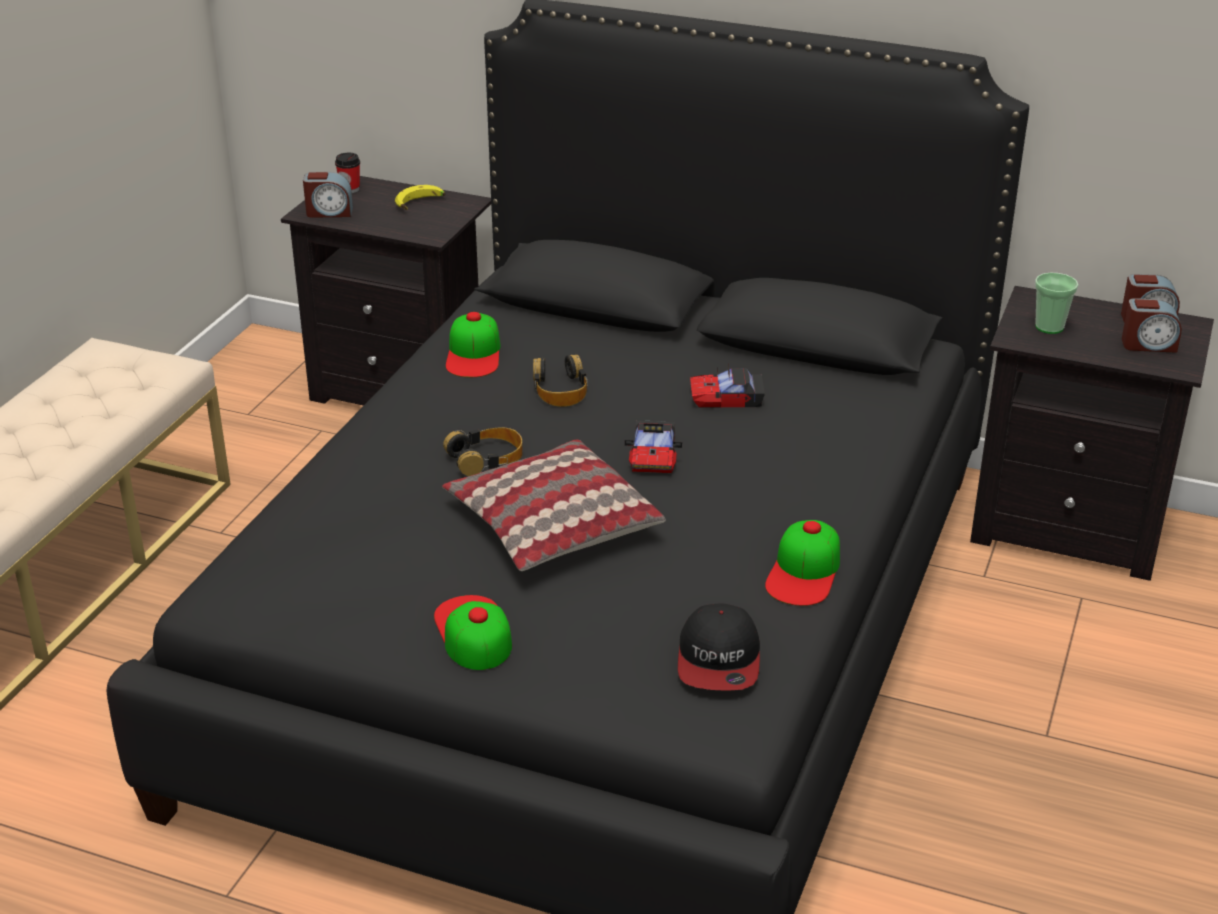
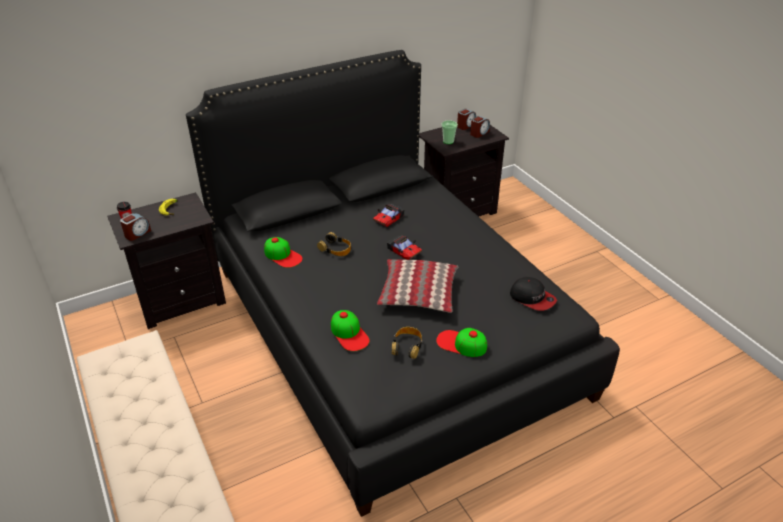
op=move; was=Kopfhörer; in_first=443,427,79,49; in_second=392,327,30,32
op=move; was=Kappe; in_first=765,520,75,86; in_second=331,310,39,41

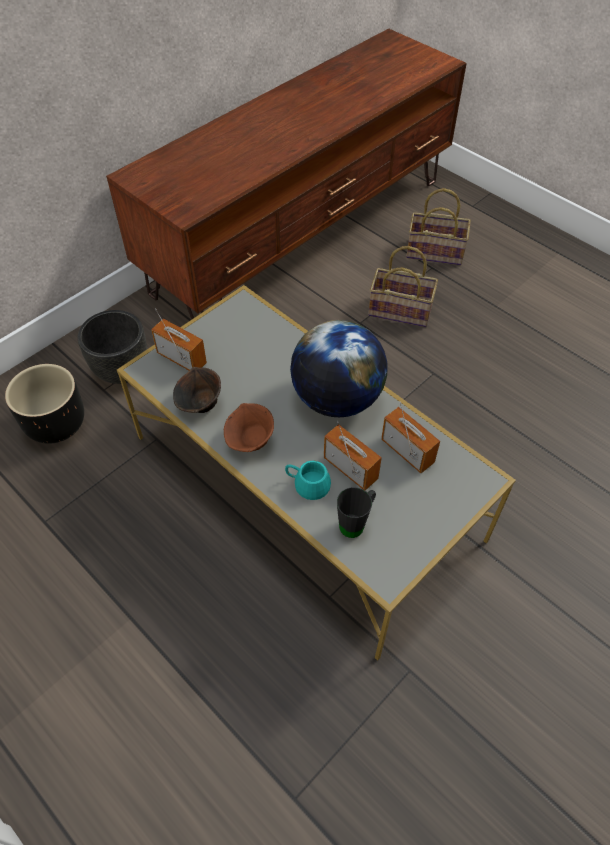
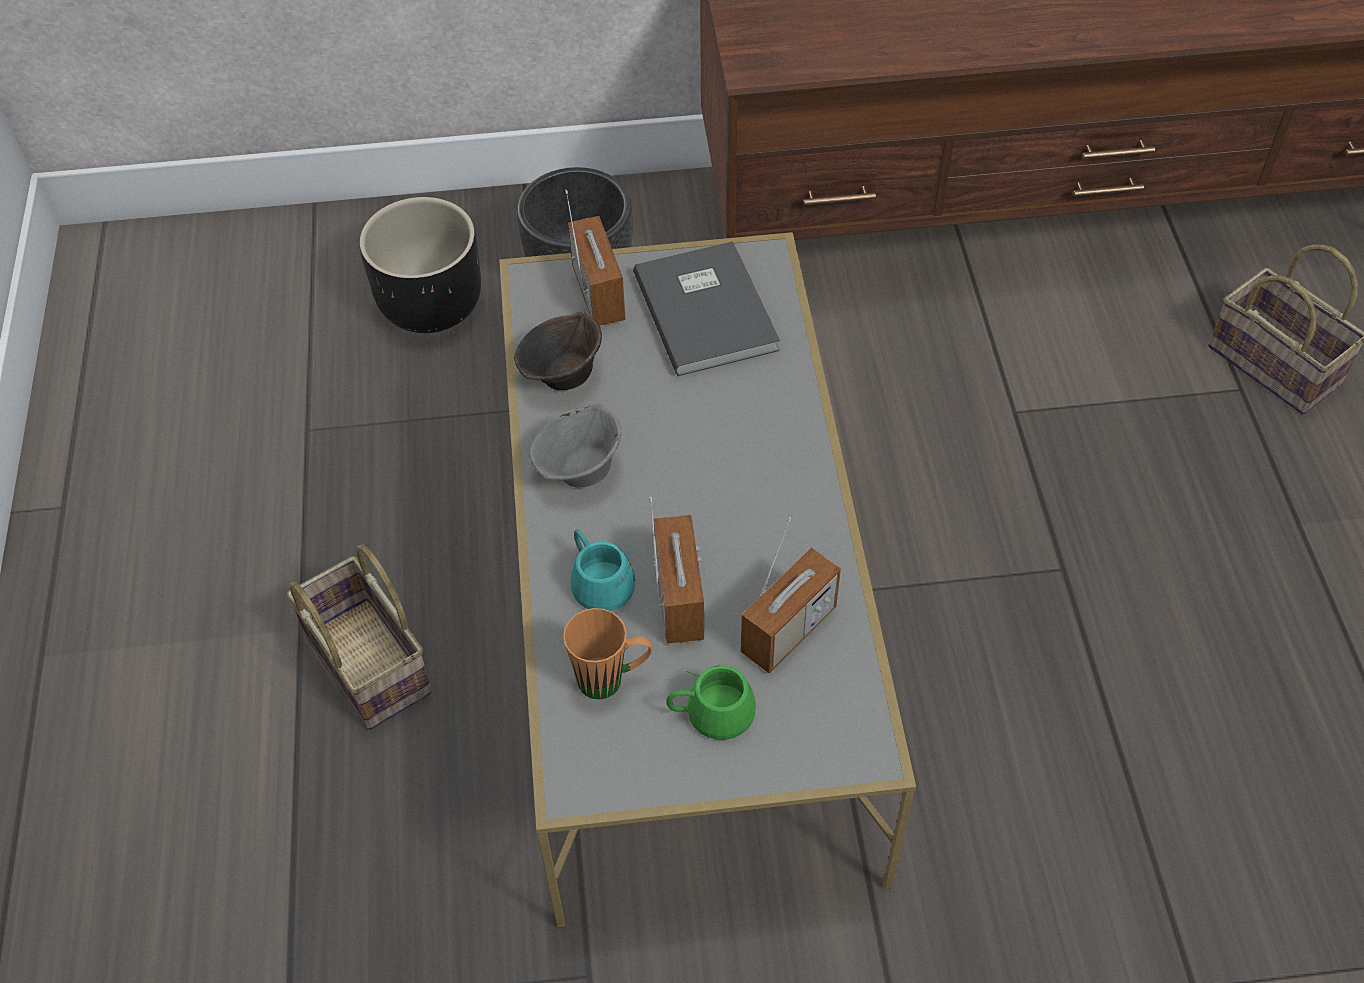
op=delete; was=Globus; in_first=290,320,97,97
op=insert; now=Buch (grau); in_second=633,241,147,136
op=insert; now=Henkelbecher (grün); in_second=666,665,90,75
op=move; was=Korb; in_first=368,246,70,81; in_second=286,545,146,185
op=recolor; was=Schüssel (braun); now=Schüssel (grau); in_first=224,403,50,49; in_second=529,403,93,84
op=recolor; was=Henkelbecher (schwarz); now=Henkelbecher (orange); in_first=337,487,39,51; in_second=563,608,90,91
op=rotate; was=Radio; in_first=381,402,59,71; in_second=741,517,100,156; clockwise=45

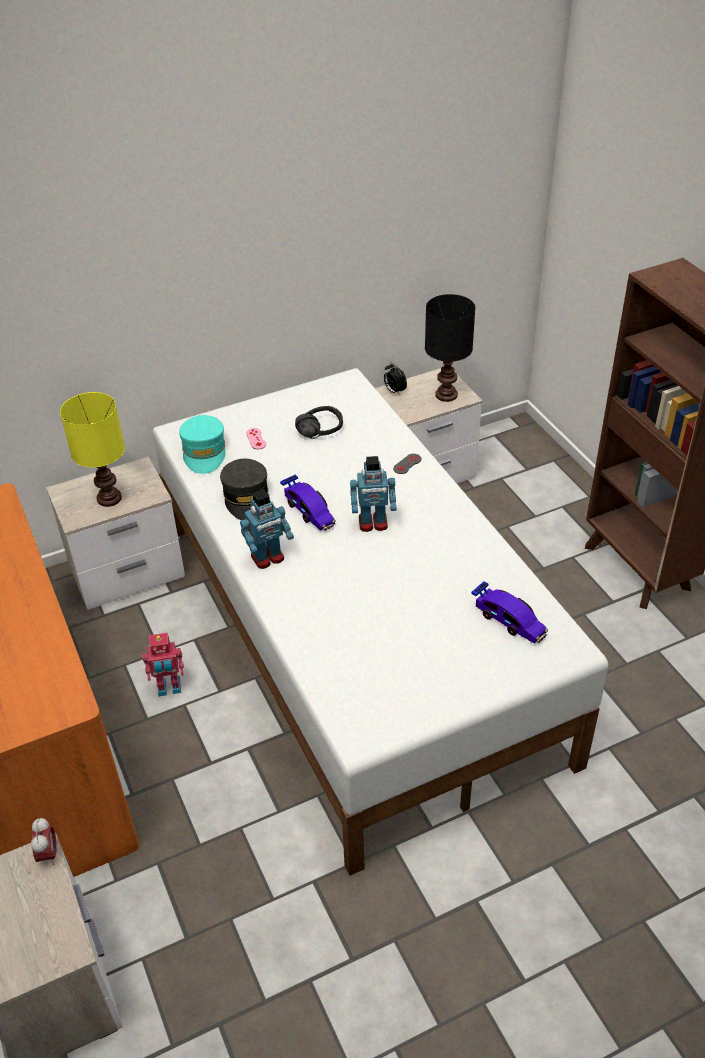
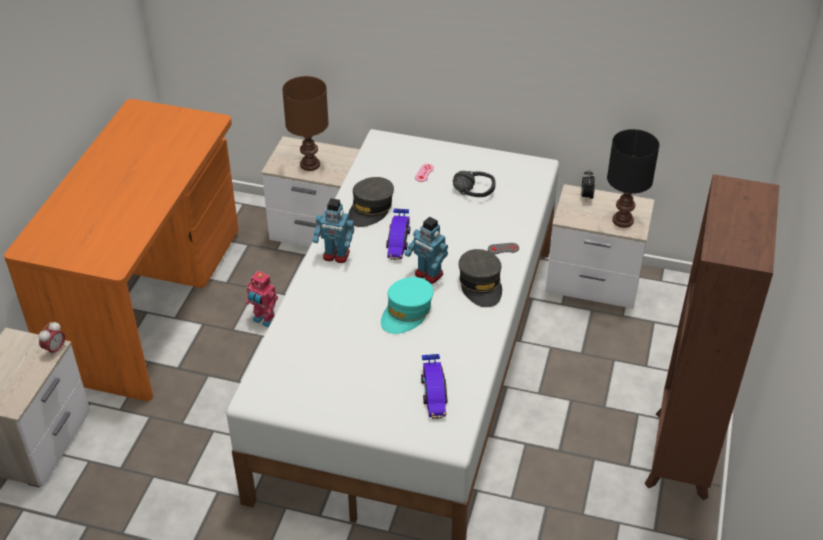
op=insert; now=Kappe (grau); in_second=459,249,43,58
op=move; was=Kappe (türkis); in_first=179,415,47,59; in_second=381,277,52,57
op=recolor; was=Tischlampe (gelb); now=Tischlampe (braun); in_first=60,392,65,115; in_second=282,76,47,95

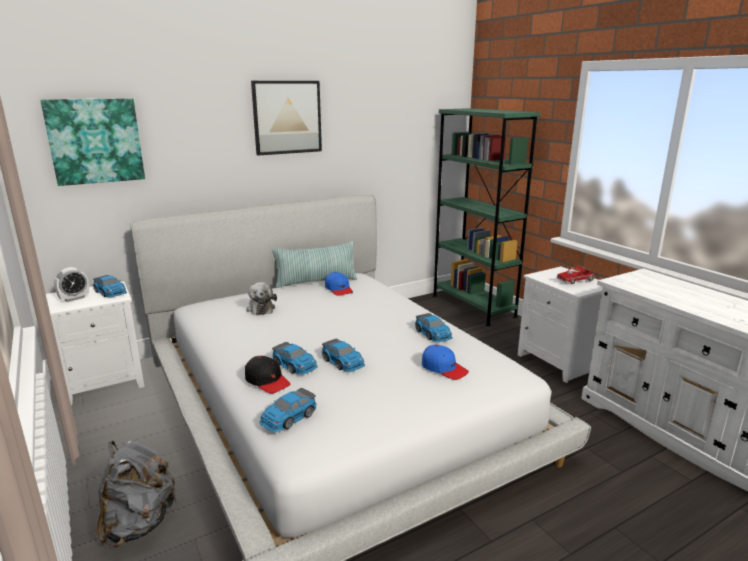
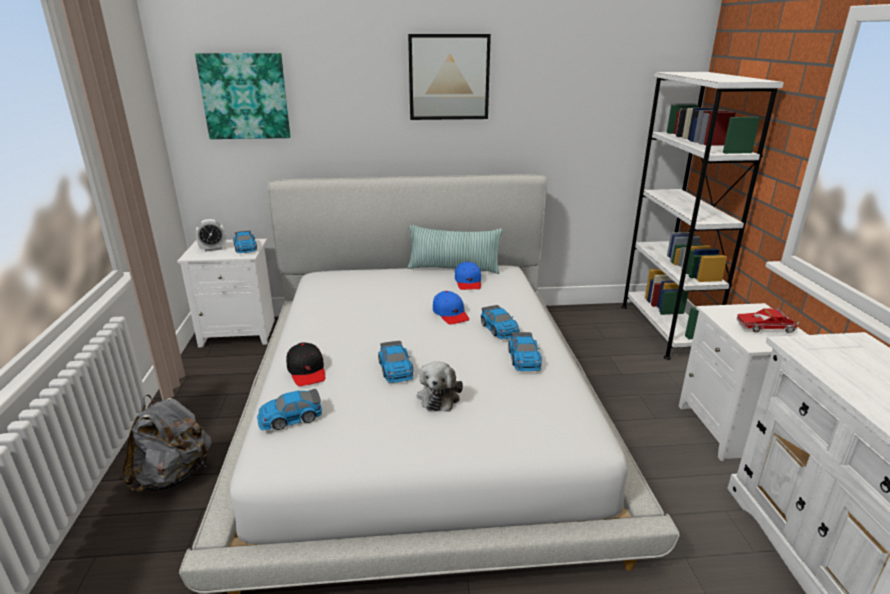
op=move; was=Plüschtier; in_first=246,282,31,33; in_second=417,361,46,51
op=move; was=Spielzeugauto; in_first=272,342,46,33; in_second=481,305,39,34
op=move; was=Kappe (blau); in_first=422,345,47,35; in_second=433,291,36,34
op=recolor; was=Bücherregal (grün); now=Bücherregal (weiß); in_first=433,108,108,218; in_second=621,72,163,288

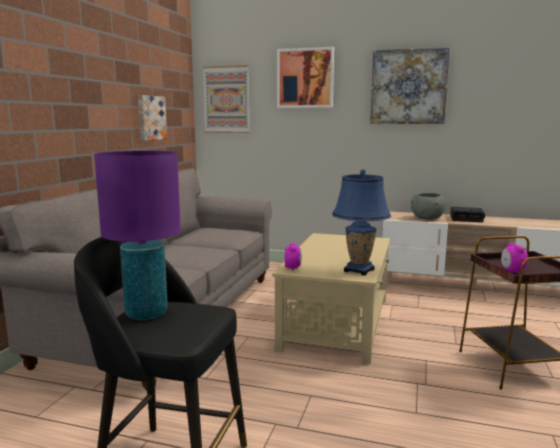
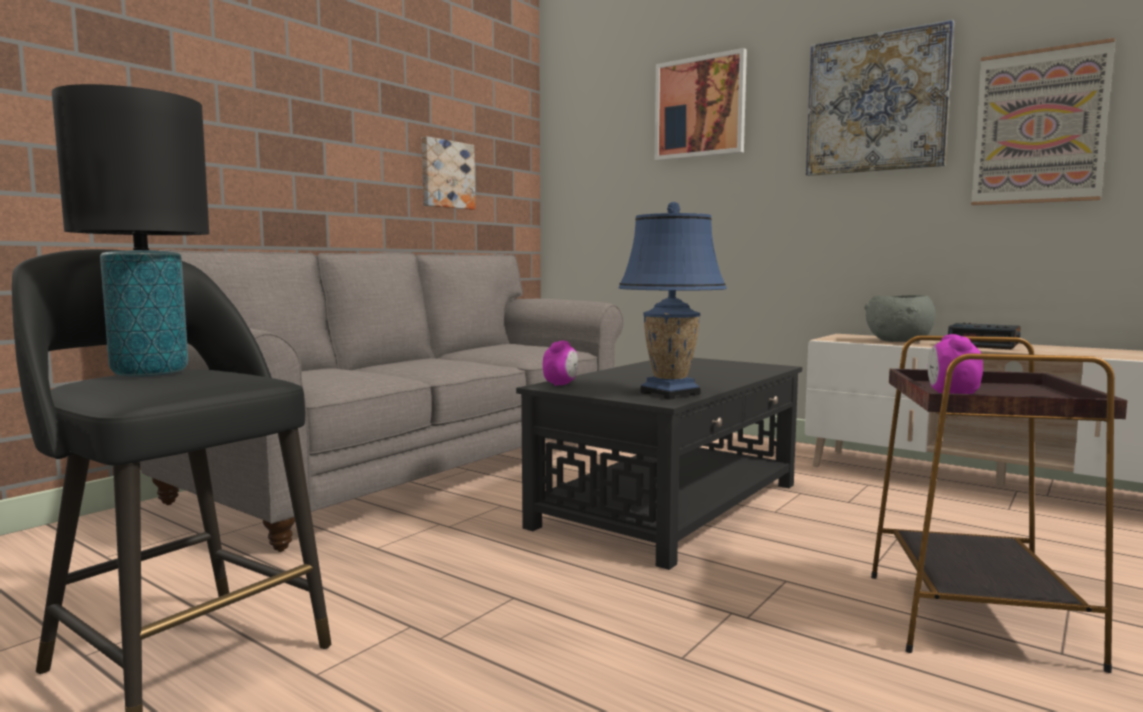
op=move; was=Bild; in_first=203,65,47,68; in_second=971,38,144,167
op=recolor; was=Tischlampe (lila); now=Tischlampe (schwarz); in_first=94,150,87,170; in_second=51,84,158,293
op=recolor; was=Couchtisch (beige); now=Couchtisch (schwarz); in_first=272,233,118,131; in_second=516,358,286,212

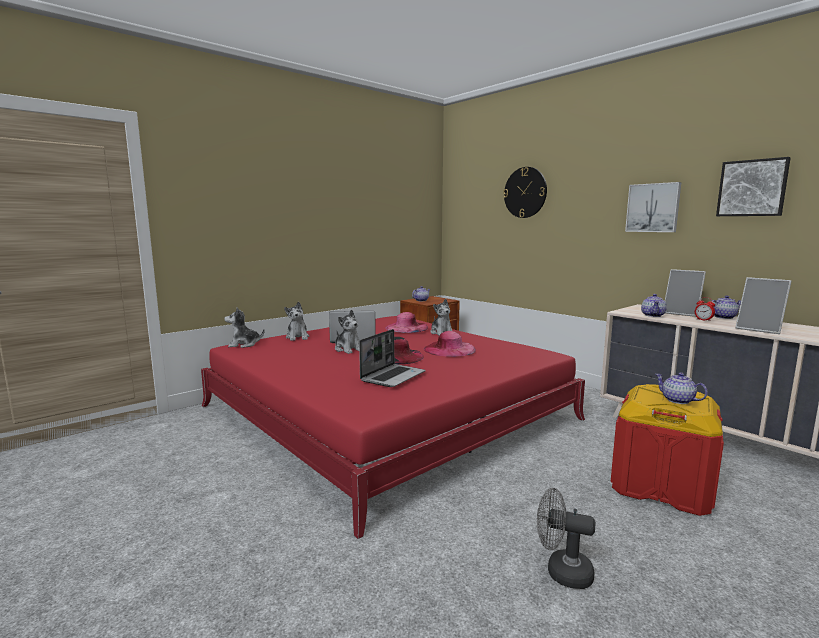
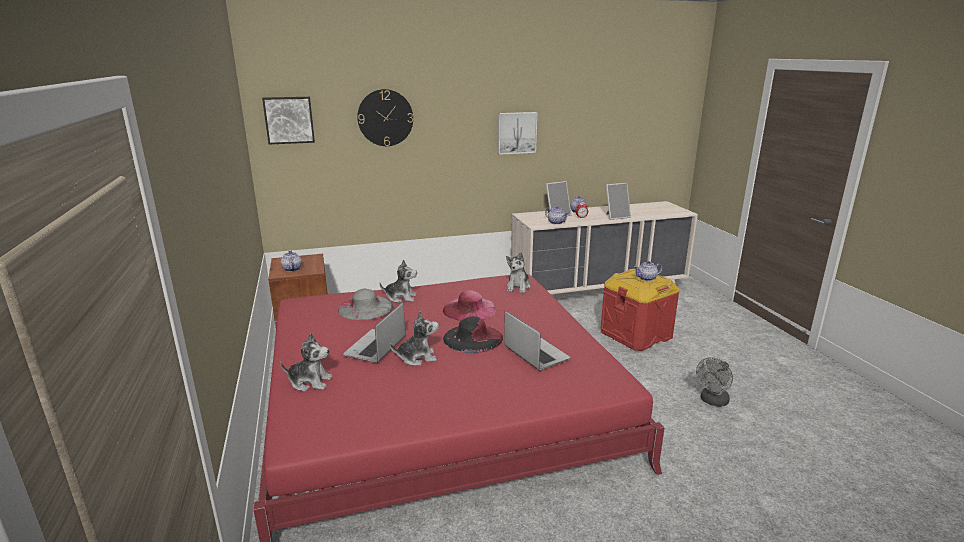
op=move; was=Plüschtier; in_first=224,307,41,41; in_second=506,252,25,41
op=move; was=Bild; in_first=716,157,75,59; in_second=262,97,53,48
op=recolor; was=Hut (rosa); now=Hut (grau); in_first=385,312,43,21; in_second=338,289,55,31

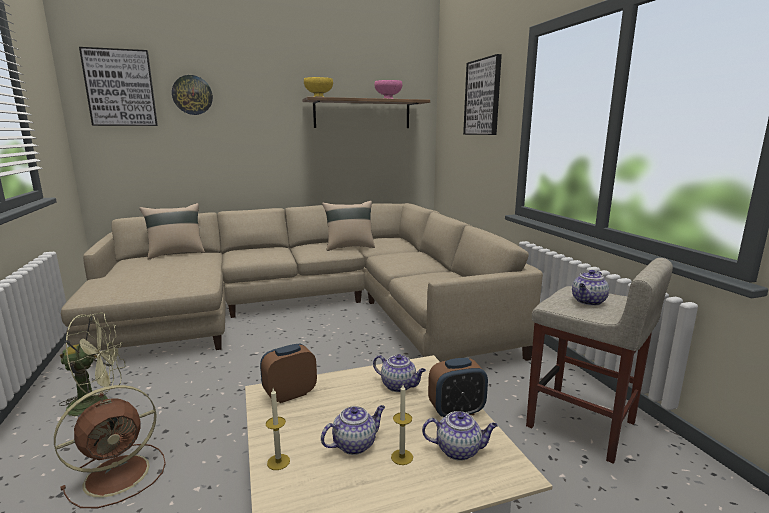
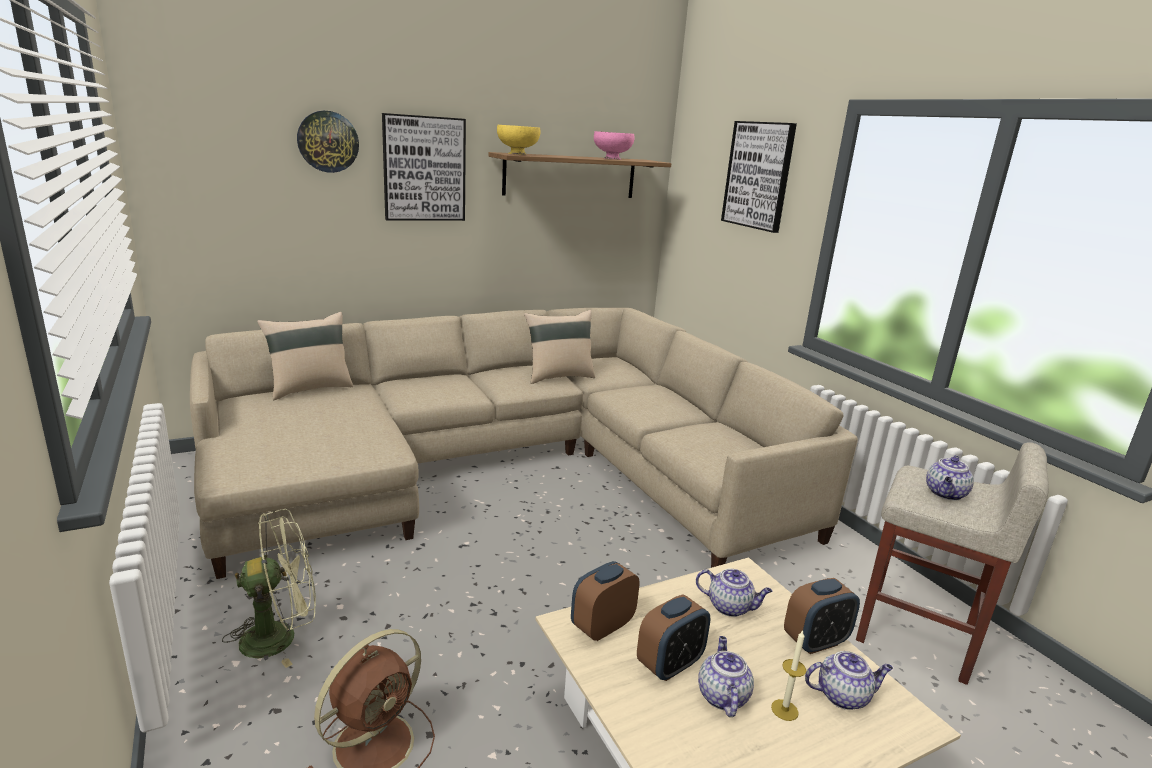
op=delete; was=Kerze; in_first=266,388,24,82
op=insert; now=Wecker; in_second=637,594,74,87
op=move; was=Bild; in_first=79,47,79,79; in_second=382,113,84,108
op=rotate; was=Teekanne; in_first=321,405,64,50; in_second=698,636,56,81; clockwise=-45

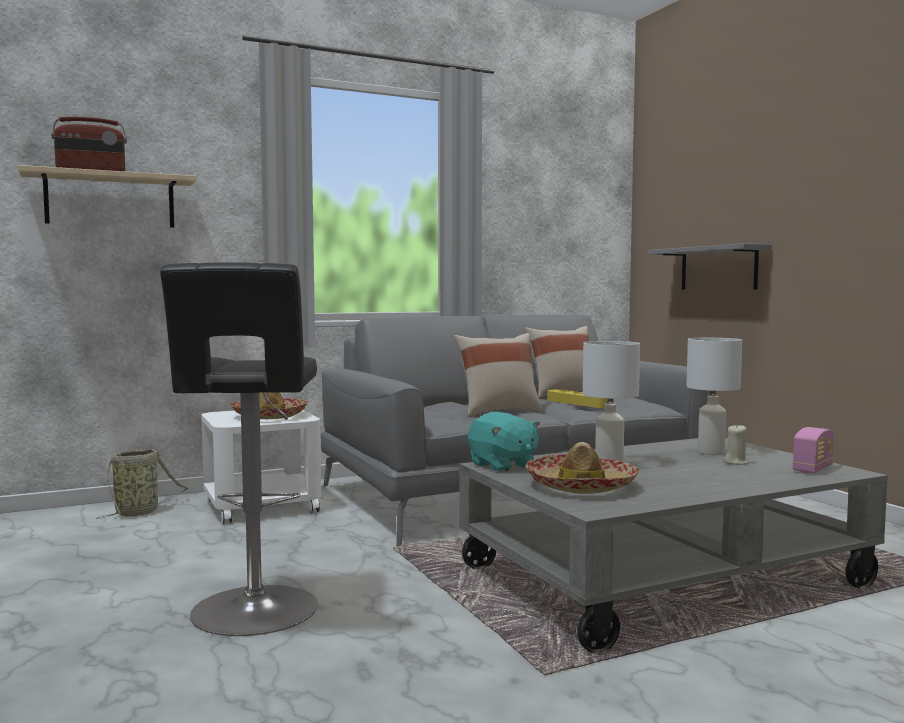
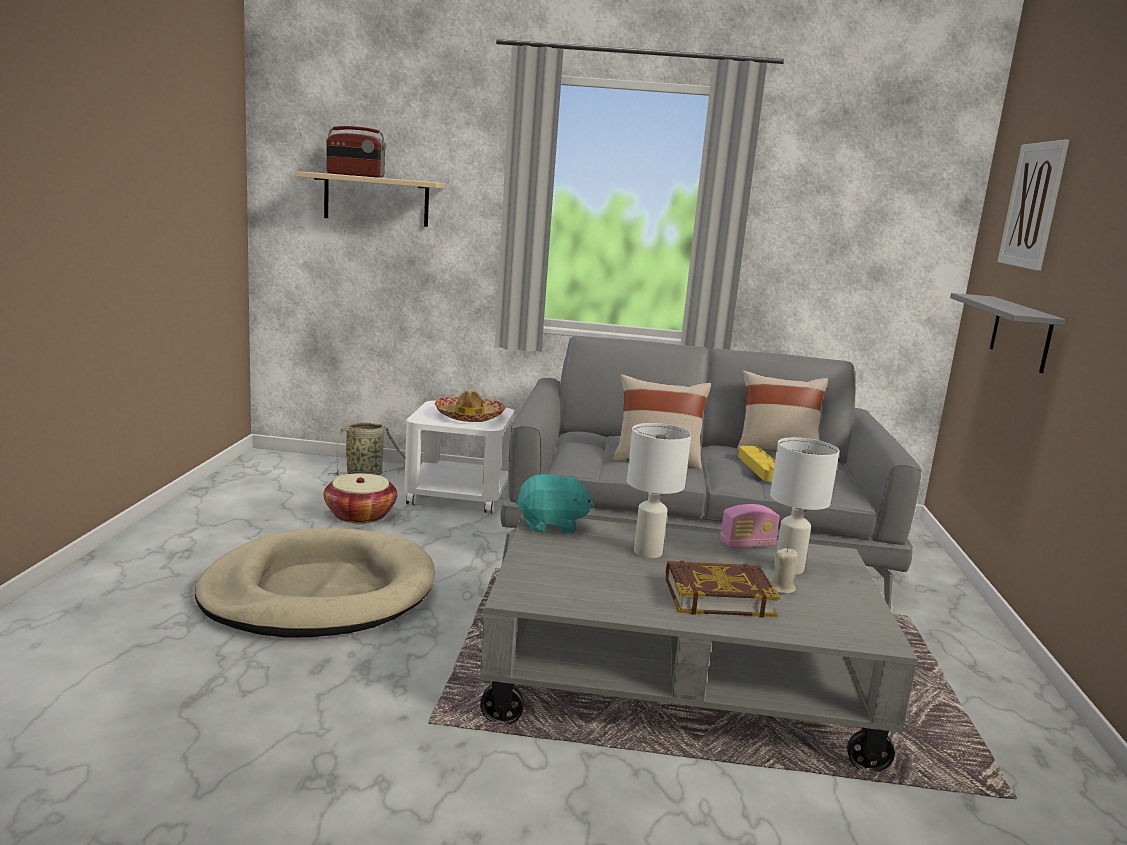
op=delete; was=Hut; in_first=525,442,114,52
op=insert; now=Korb; in_second=324,473,73,50
op=insert; now=Buch; in_second=666,560,114,58
op=insert; now=Bild; in_second=998,139,71,132
op=move; was=Radio; in_first=793,427,41,47; in_second=720,504,60,44
op=replace; was=Hocker (schwarz); now=Hundebett (beige); in_first=160,262,158,374; in_second=195,528,240,110
op=rotate; was=Plüschtier (türkis); in_first=468,412,72,60; in_second=516,474,78,60; clockwise=-90

